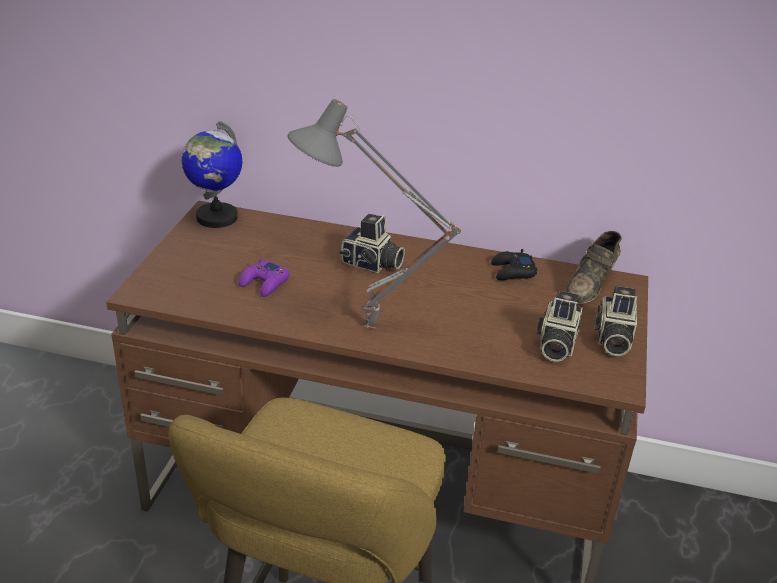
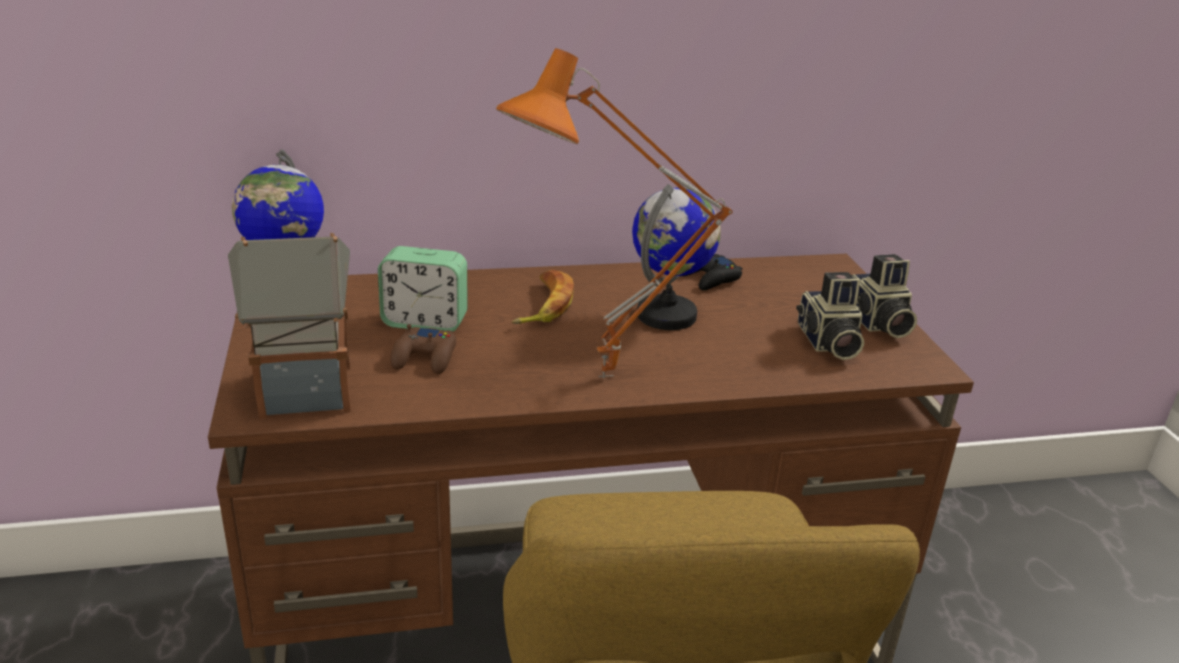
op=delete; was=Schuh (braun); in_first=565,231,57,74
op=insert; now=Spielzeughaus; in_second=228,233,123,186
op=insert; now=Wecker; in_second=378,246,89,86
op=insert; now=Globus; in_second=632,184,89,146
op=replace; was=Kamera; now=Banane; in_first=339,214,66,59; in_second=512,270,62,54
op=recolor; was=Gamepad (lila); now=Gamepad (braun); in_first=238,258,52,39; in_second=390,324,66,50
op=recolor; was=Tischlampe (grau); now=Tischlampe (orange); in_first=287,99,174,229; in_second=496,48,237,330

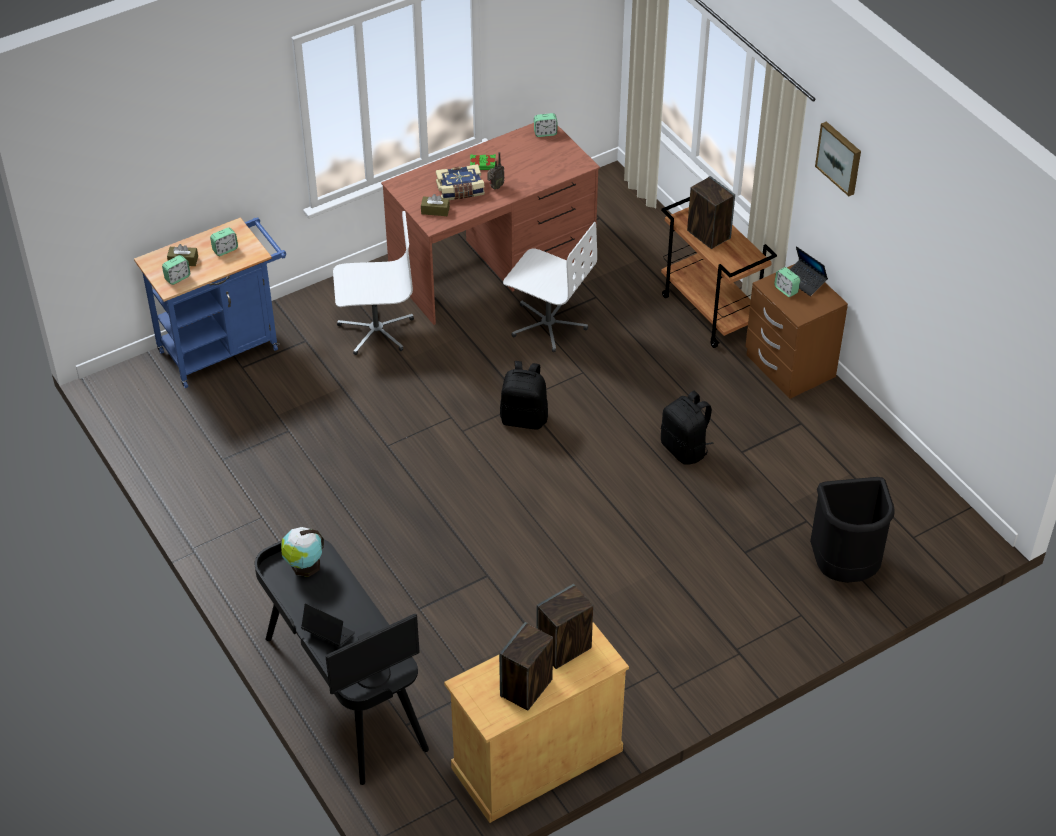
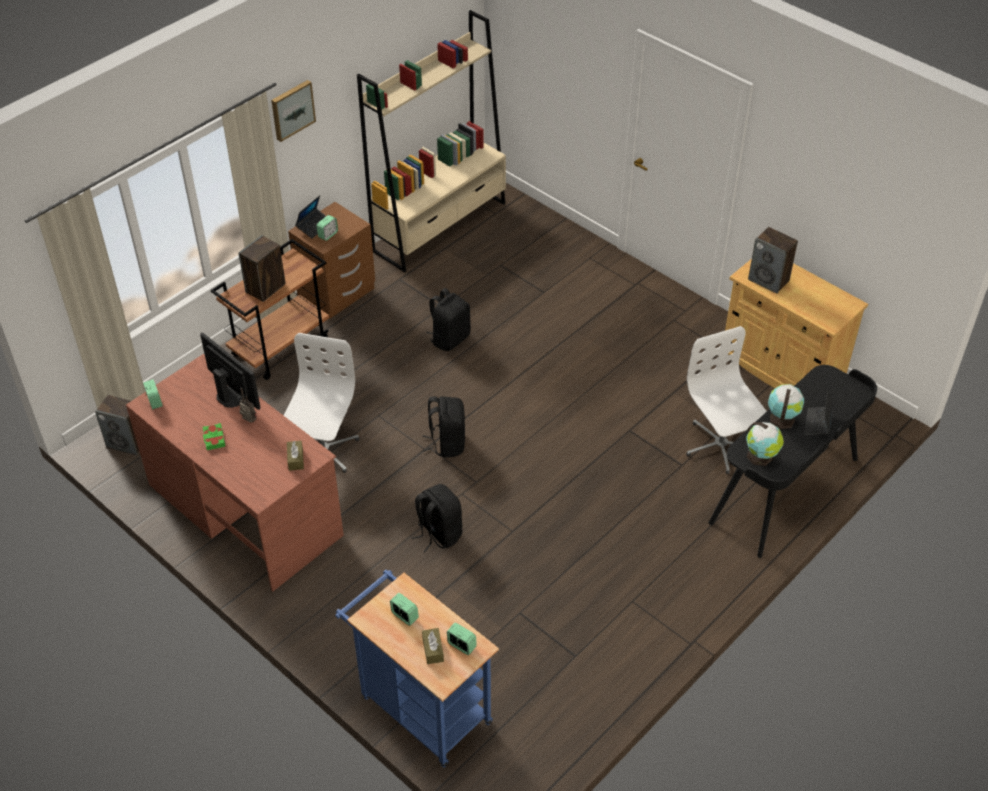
op=delete; was=Buch; in_first=436,164,49,36
op=delete; was=Mülleimer (schwarz); in_first=810,477,85,106
op=insert; now=Bücherregal (beige); in_second=357,10,149,263
op=insert; now=Rucksack (schwarz); in_second=412,484,51,68
op=insert; now=Globus; in_second=768,384,36,45
op=move; was=Monitor; in_first=325,614,95,80; in_second=200,332,61,78
op=move; was=Bürostuhl (weiß); in_first=333,211,81,144; in_second=686,326,81,148
op=move; was=Lautsprecher; in_first=499,622,54,89; in_second=95,395,44,60

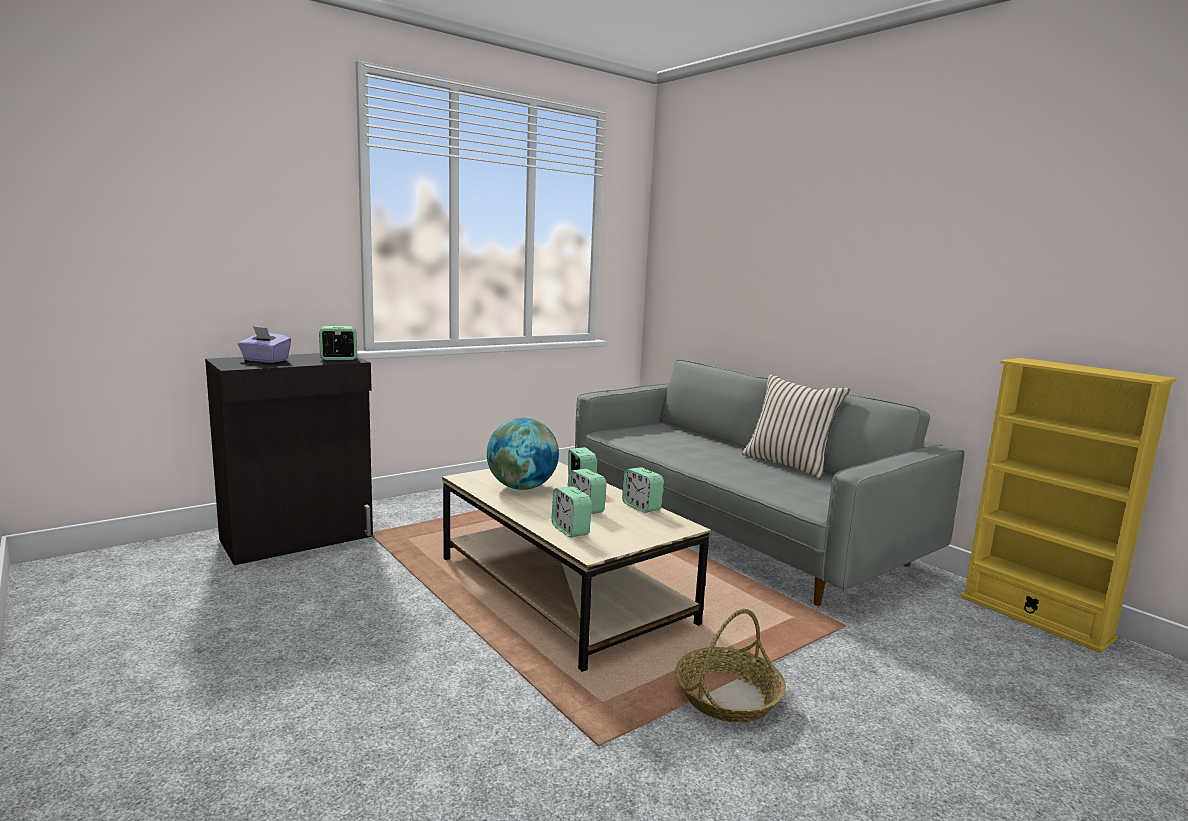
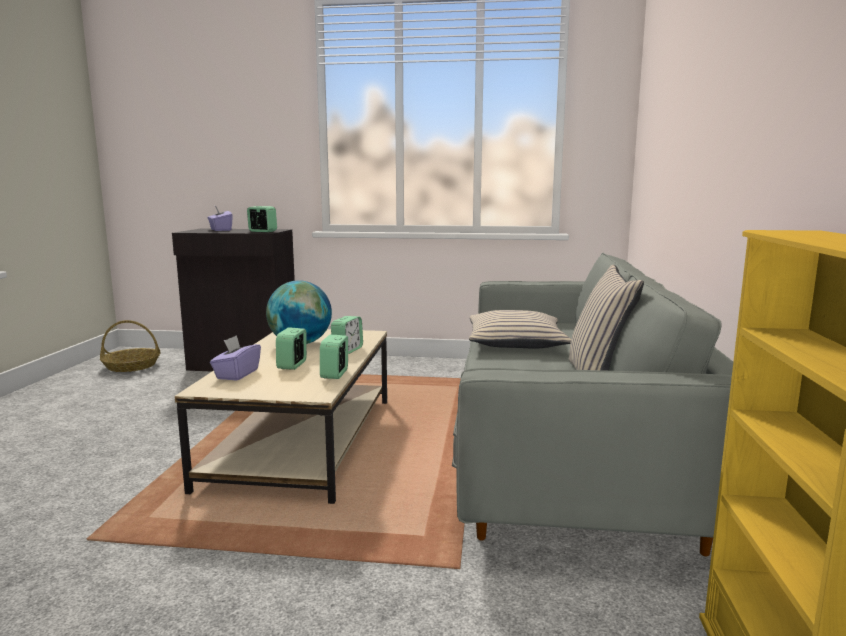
op=insert; now=Kissen (beige); in_second=469,310,102,39
op=move; was=Korb; in_first=675,609,111,114; in_second=100,320,60,52
op=replace; was=Wecker; now=Taschentuchbox (lila); in_first=552,486,40,51; in_second=210,335,51,46

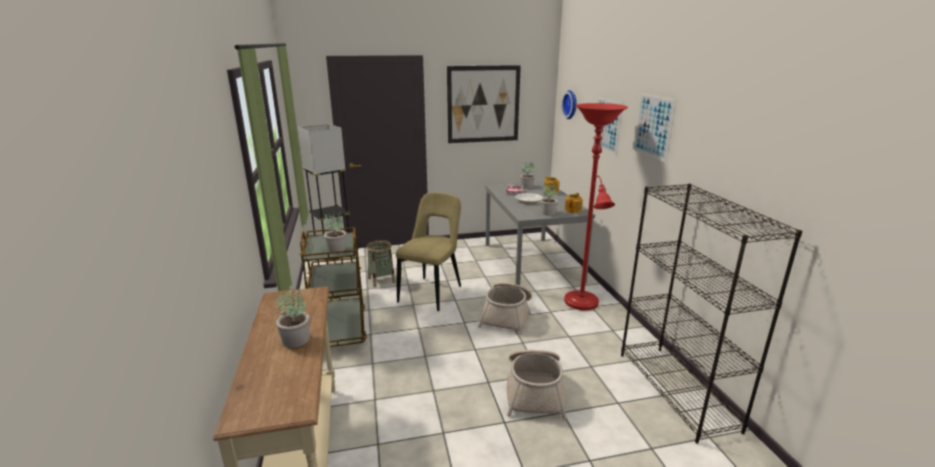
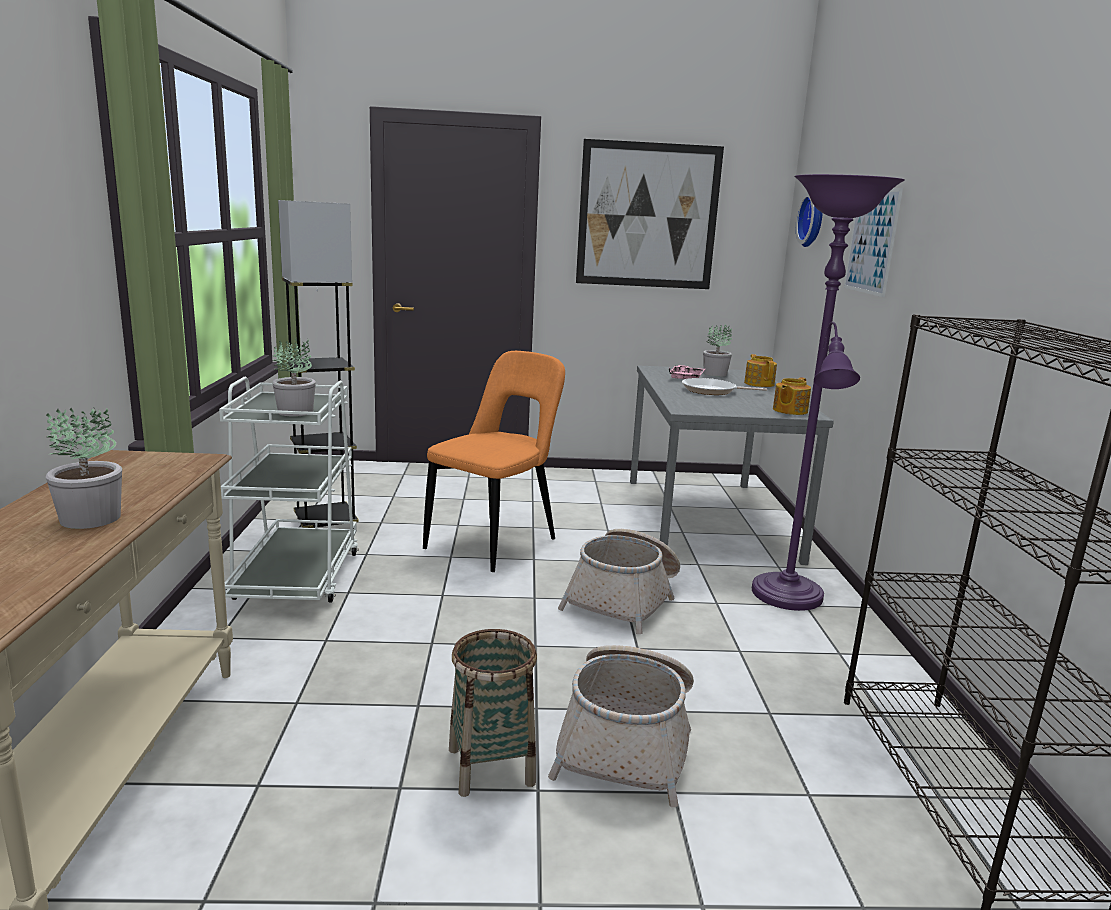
op=delete; was=Topfpflanze; in_first=540,184,18,32
op=delete; was=Bild; in_first=633,93,43,69
op=move; was=Korb; in_first=366,240,29,47; in_second=449,629,88,168
op=recolor; was=Rollwagen (braun); now=Rollwagen (weiß); in_first=300,227,67,120; in_second=219,377,139,225
op=recolor; was=Stuhl (beige); now=Stuhl (orange); in_first=396,192,65,119; in_second=423,351,142,221
op=recolor; was=Stehlampe (rot); now=Stehlampe (lila); in_first=564,103,64,207; in_second=752,174,153,437

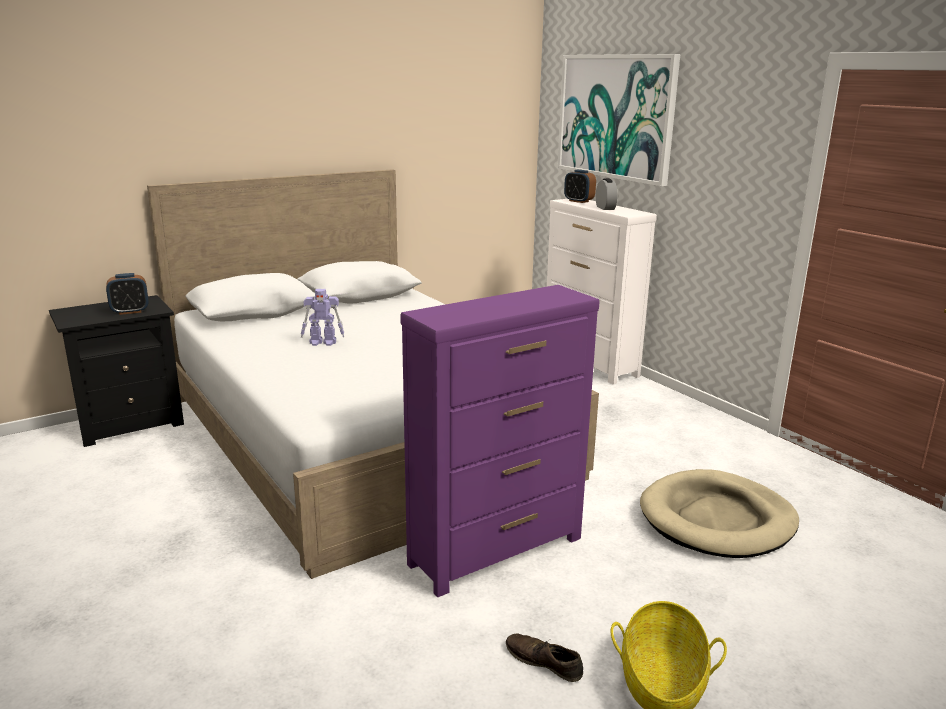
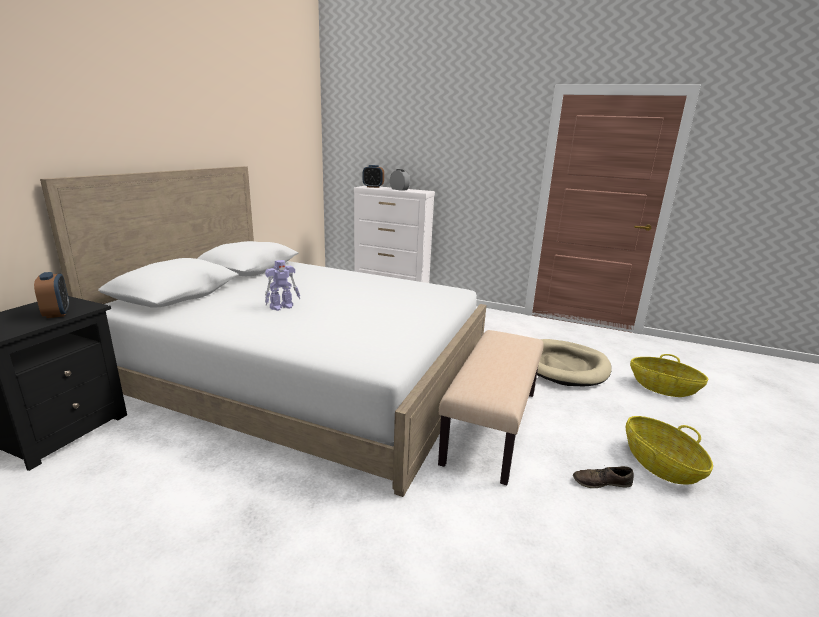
op=delete; was=Bild; in_first=557,54,123,132
op=insert; now=Korb; in_second=630,354,78,43
op=replace; was=Kommode (lila); now=Bank (beige); in_first=400,285,200,312; in_second=438,330,106,155
op=rotate; was=Wecker; in_first=106,273,43,42; in_second=34,272,35,46; clockwise=-60

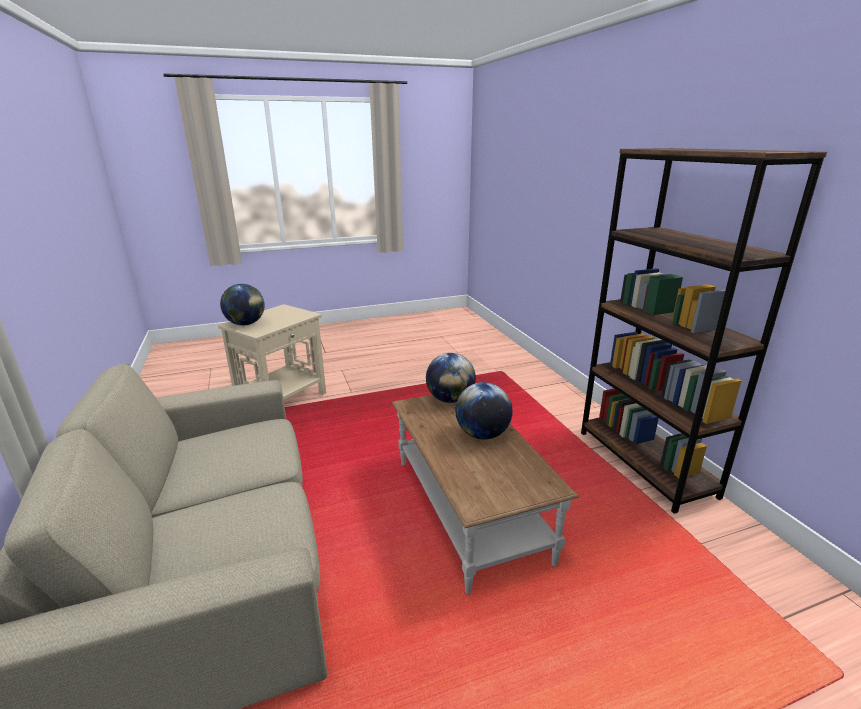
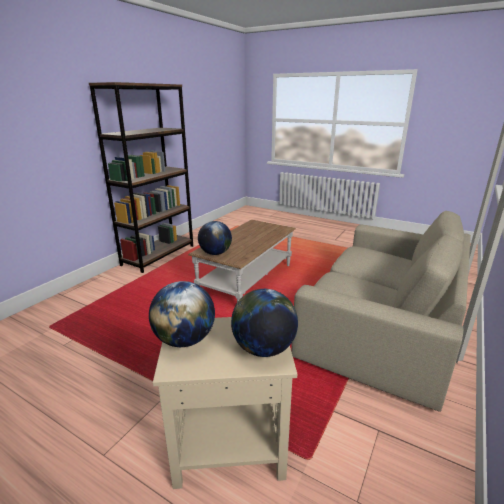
op=move; was=Globus; in_first=455,382,58,58; in_second=149,281,66,66

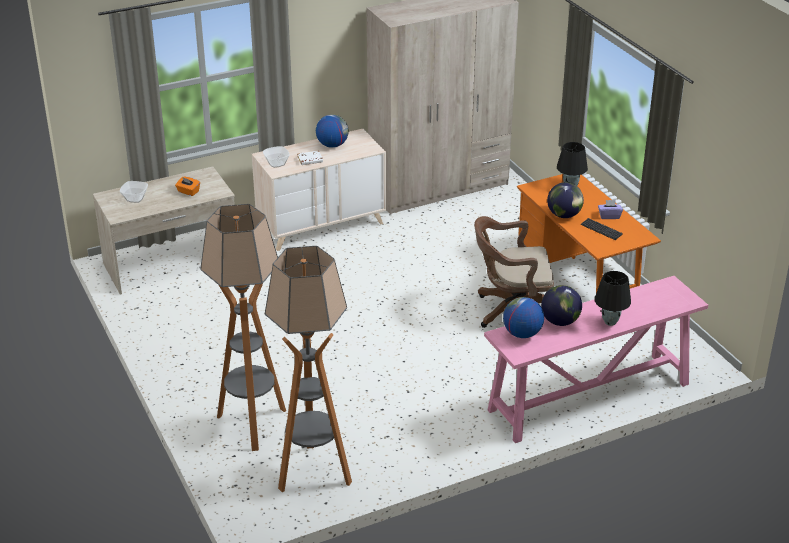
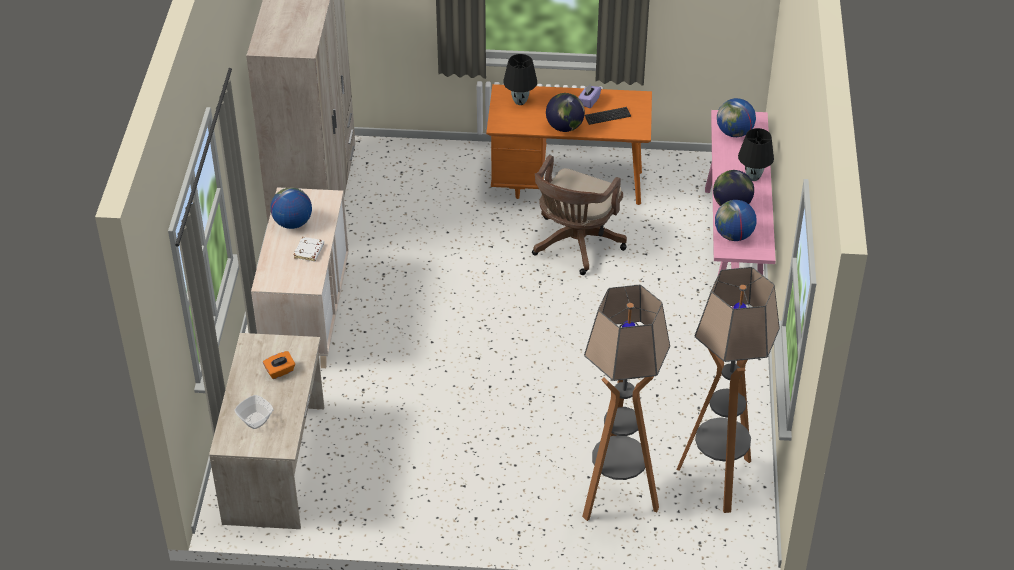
op=delete; was=Schüssel; in_first=263,146,27,22
op=insert; now=Globus; in_second=717,98,39,39

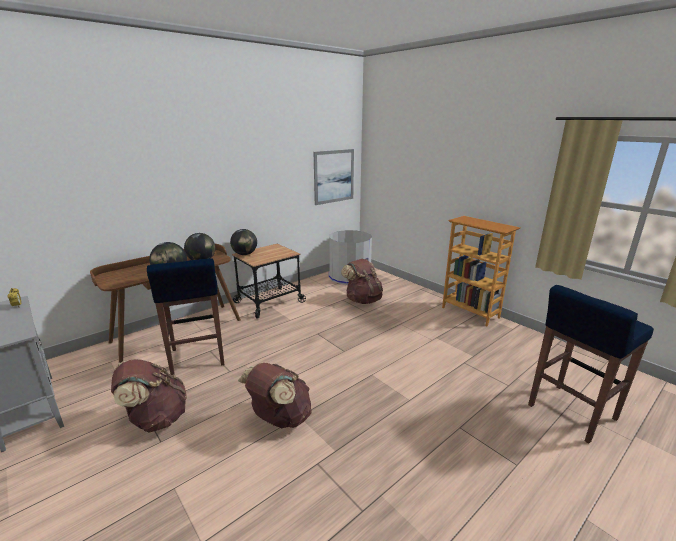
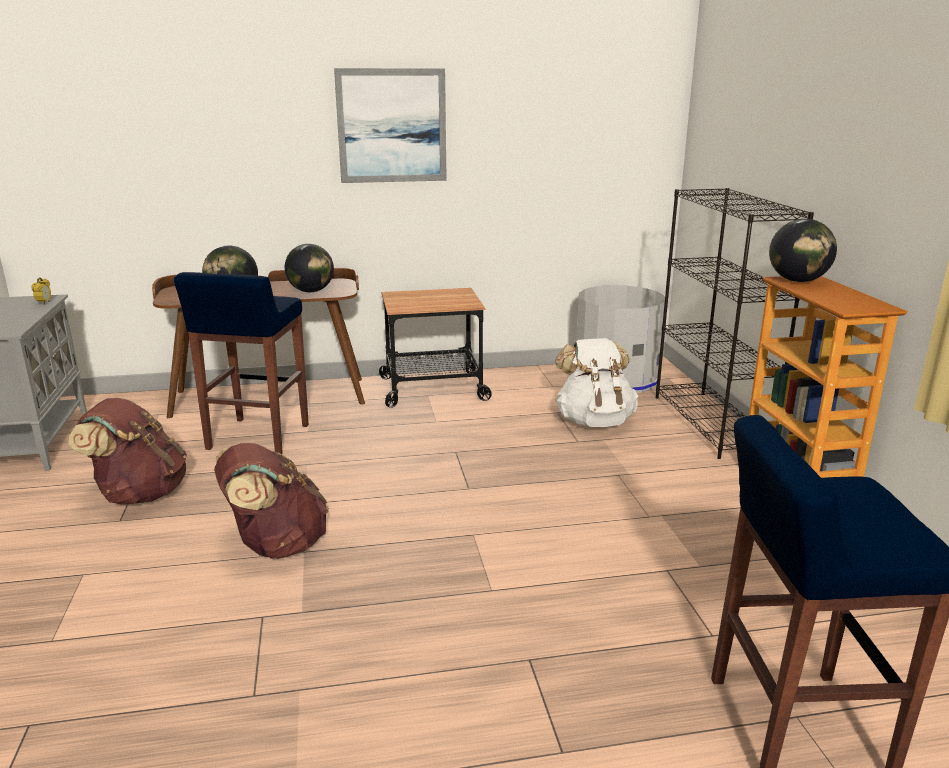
op=insert; now=Bücherregal (schwarz); in_second=656,188,158,271
op=move; was=Globus; in_first=230,229,27,26; in_second=769,219,68,63
op=move; was=Bild; in_first=314,149,40,56; in_second=334,68,113,115
op=recolor; was=Rucksack (braun); now=Rucksack (weiß); in_first=341,259,42,45; in_second=555,338,83,89

